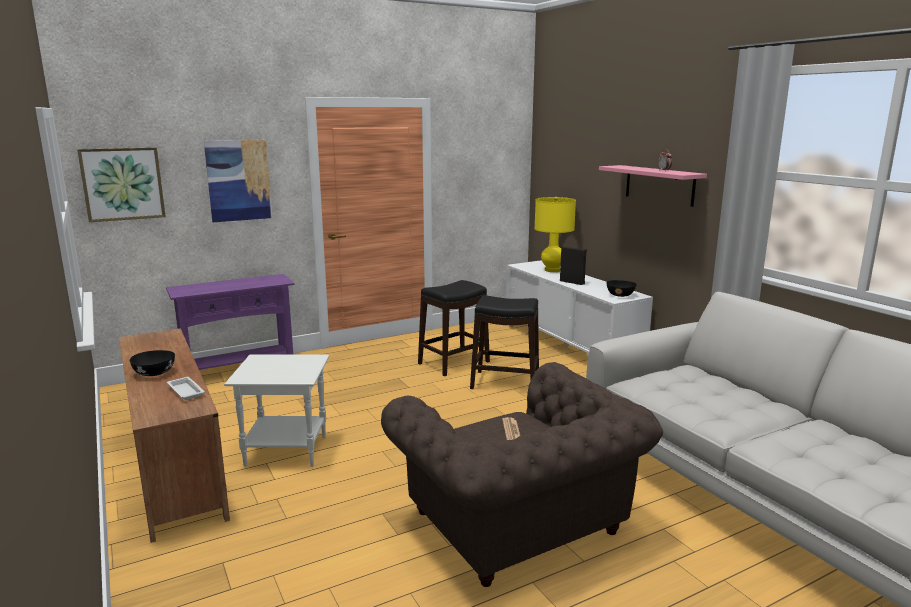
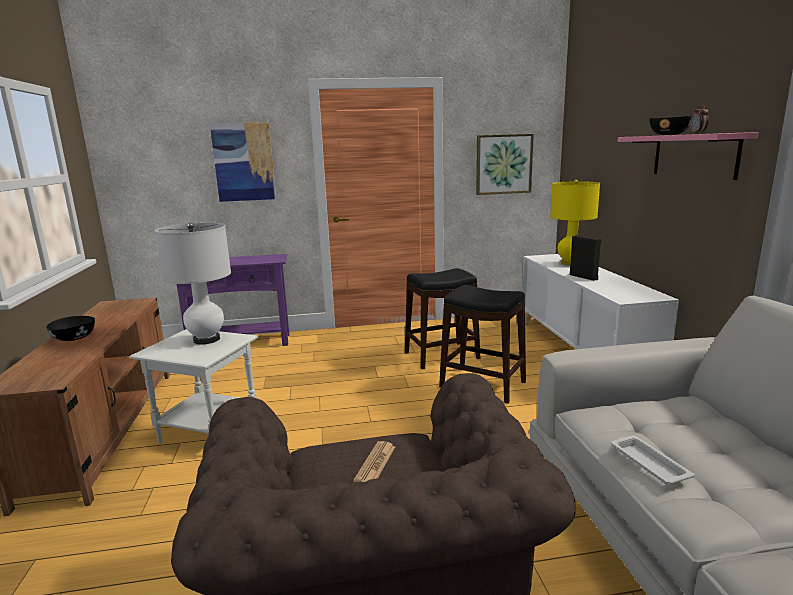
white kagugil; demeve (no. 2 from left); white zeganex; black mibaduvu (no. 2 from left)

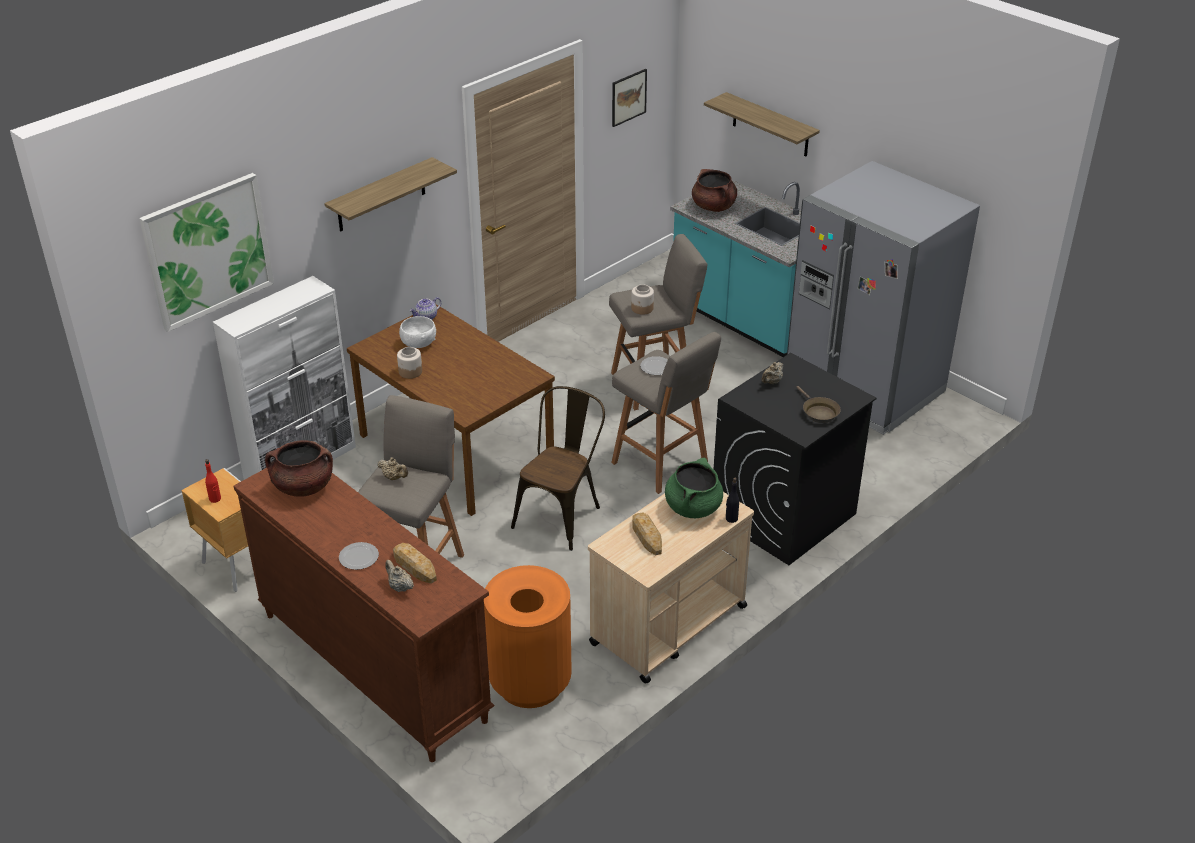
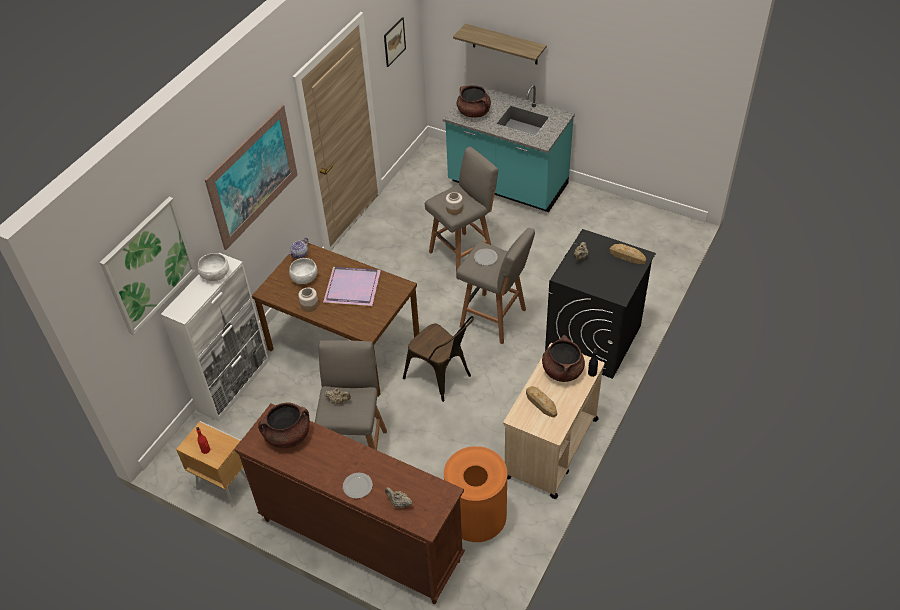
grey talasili; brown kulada; white mibaduvu (no. 1 from left); purple zeganex; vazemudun (no. 2 from left); demeve (no. 2 from left); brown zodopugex (no. 3 from left); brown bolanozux

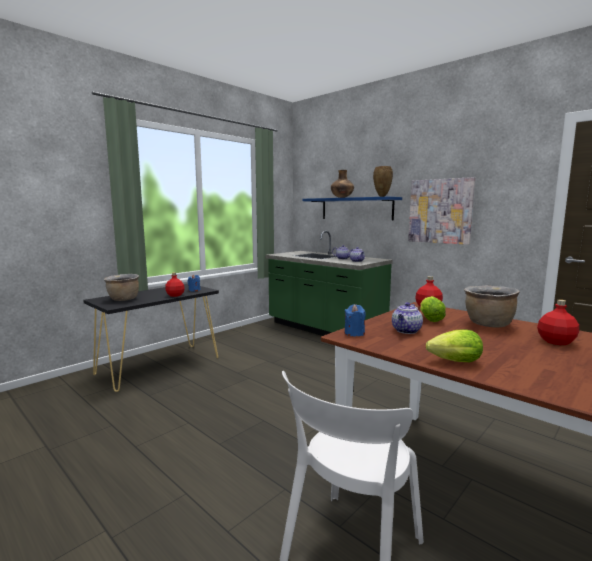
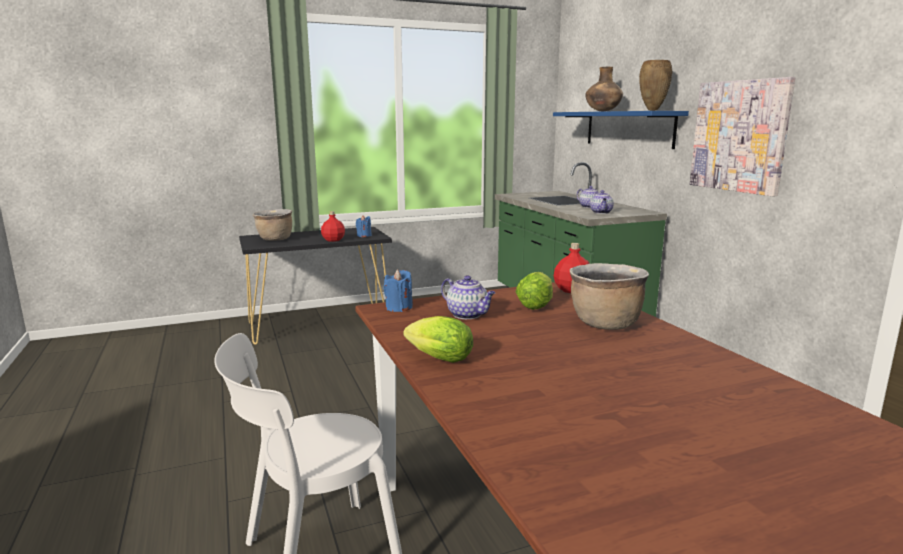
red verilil (no. 3 from left in the first image); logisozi (no. 1 from left)

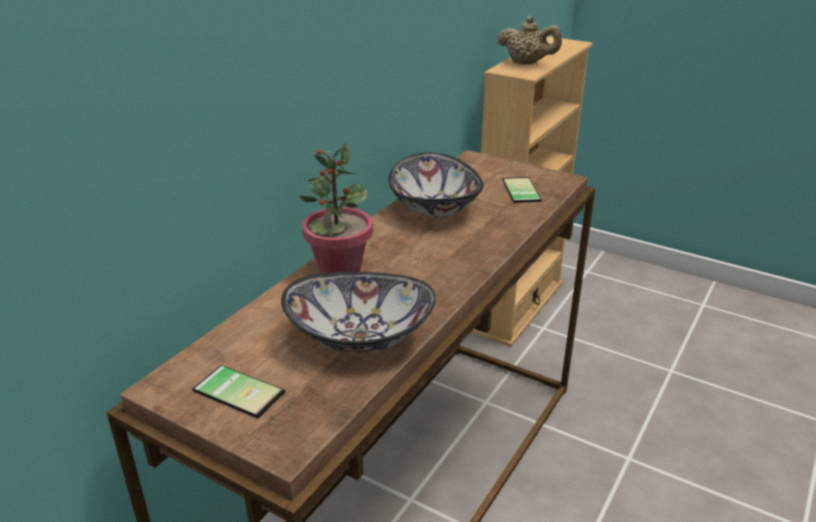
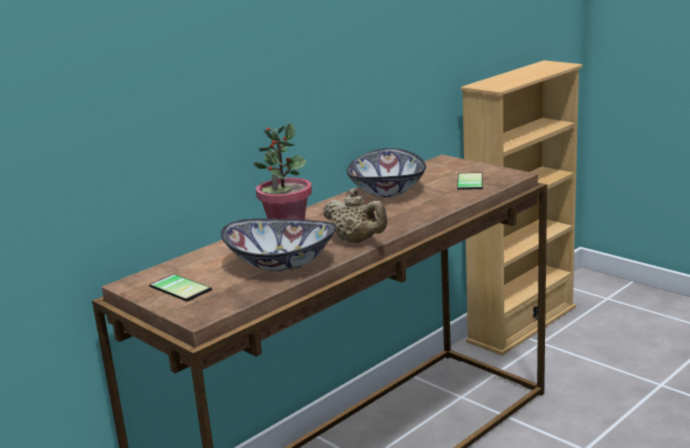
beige logisozi

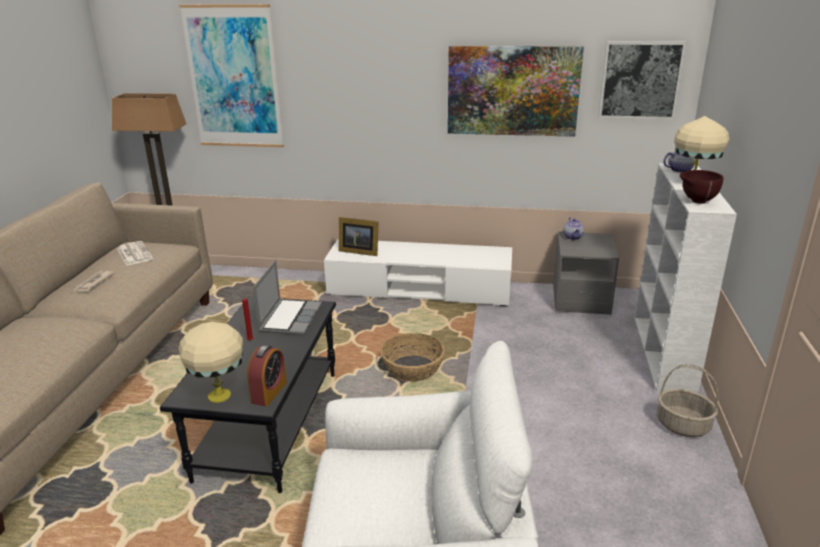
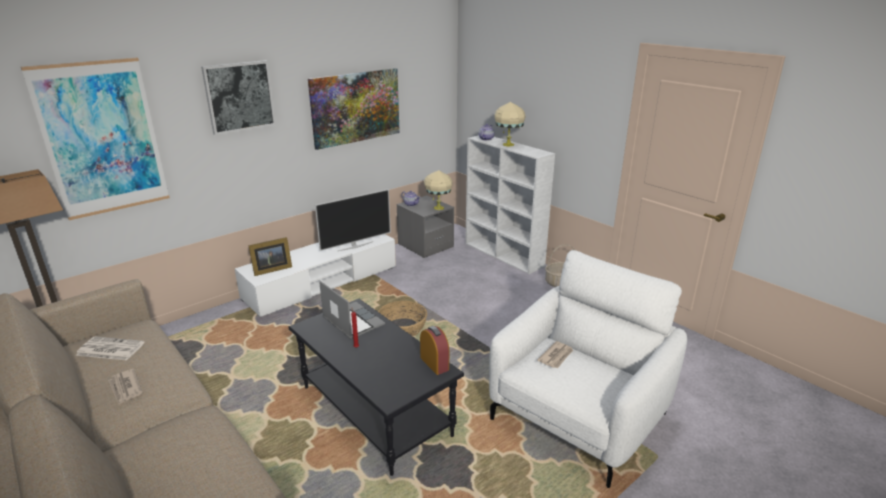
brown mibaduvu; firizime; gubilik (no. 3 from left); beige kagugil (no. 1 from left); demeve (no. 2 from left)

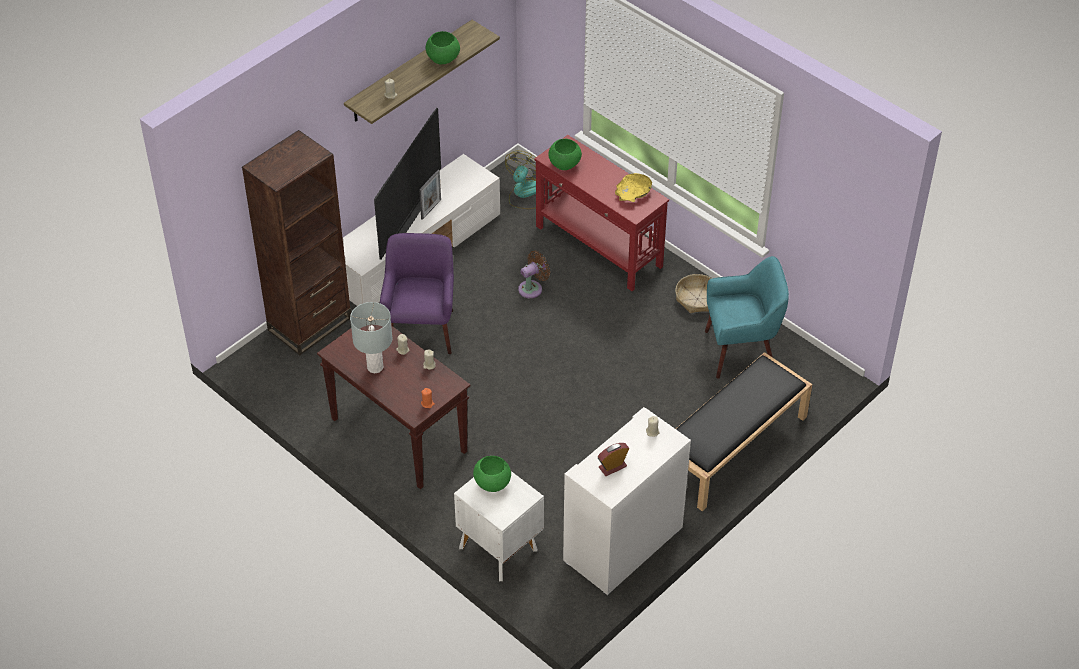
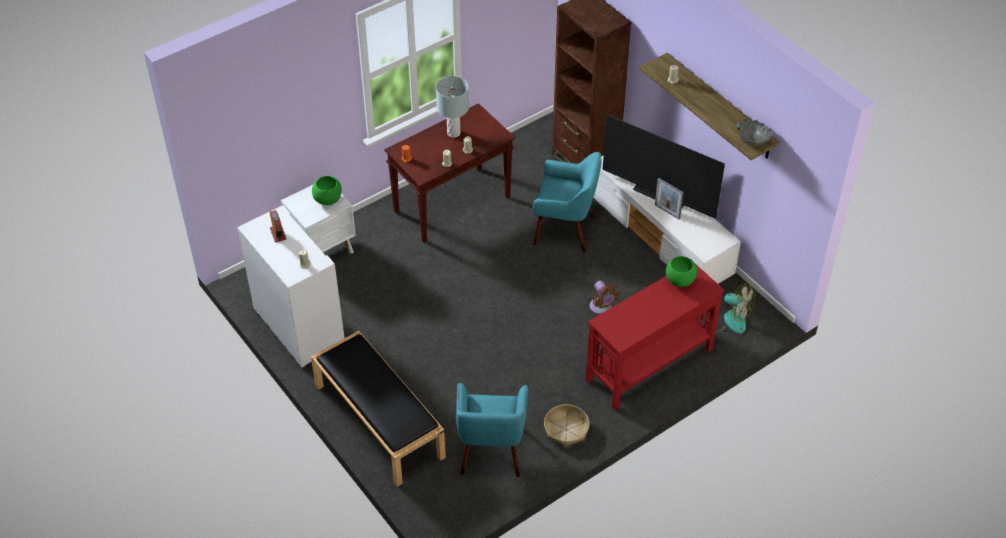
green mibaduvu (no. 1 from left in the first image); yellow mibaduvu; grey mibaduvu; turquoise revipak (no. 2 from left)

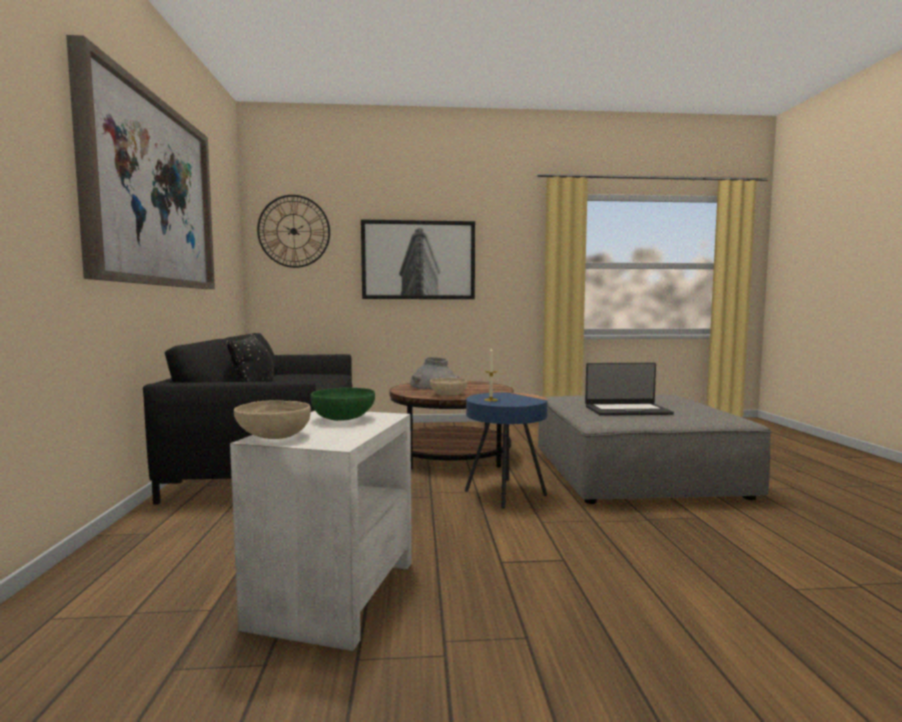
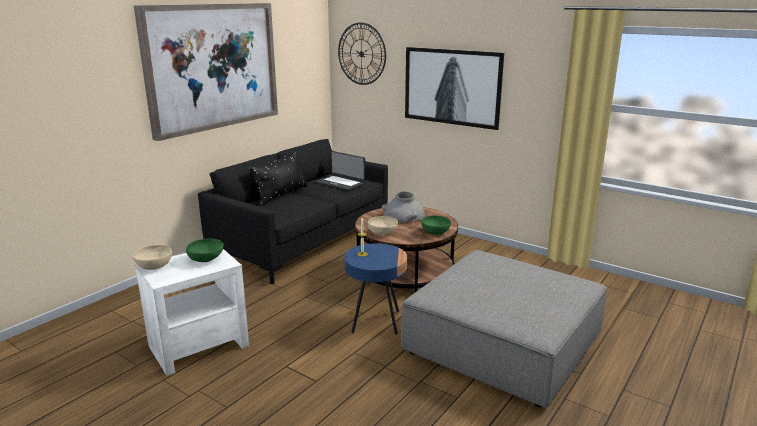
green mibaduvu (no. 2 from left); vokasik

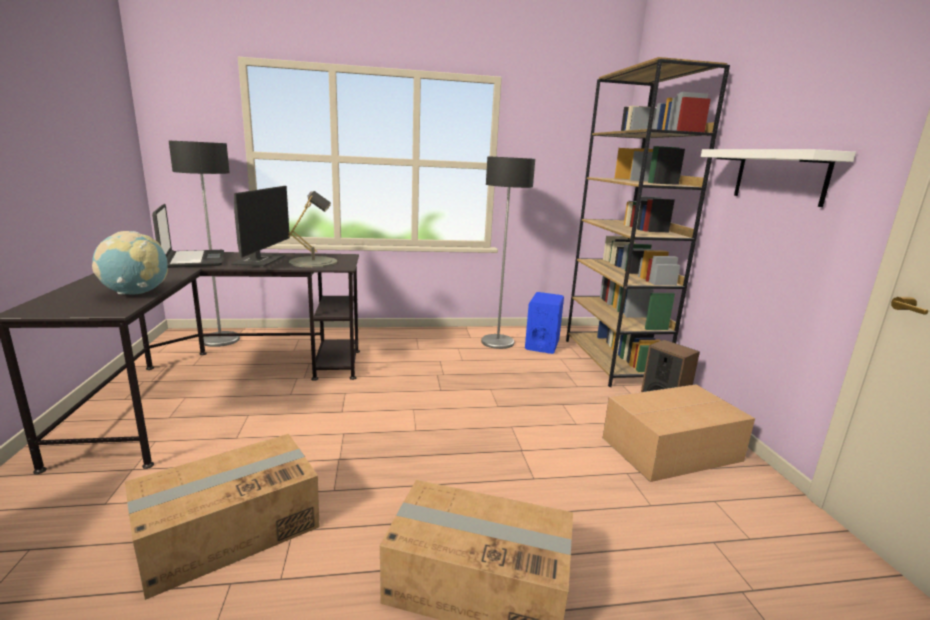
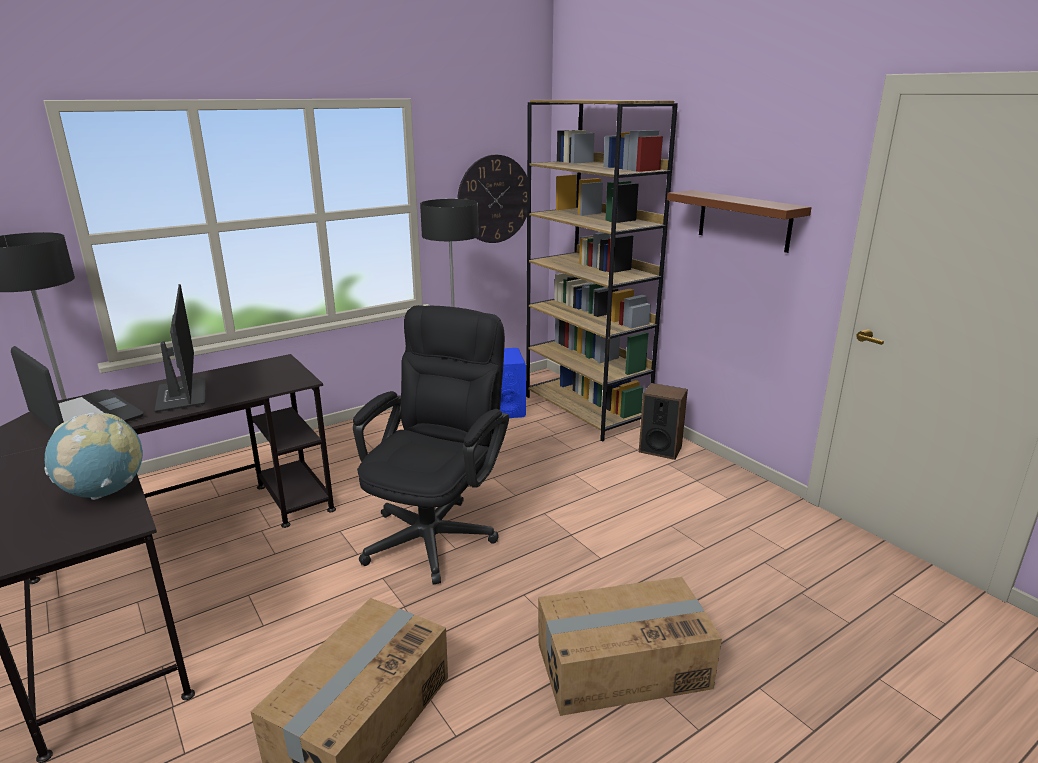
grey kagugil; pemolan (no. 3 from left in the first image); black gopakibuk; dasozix; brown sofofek

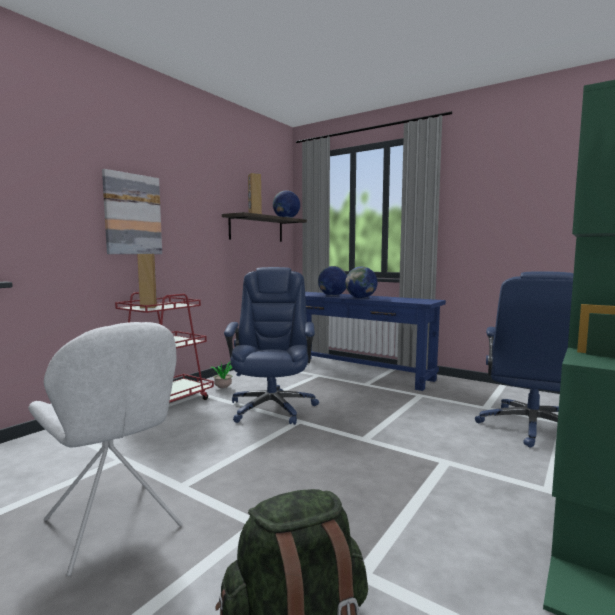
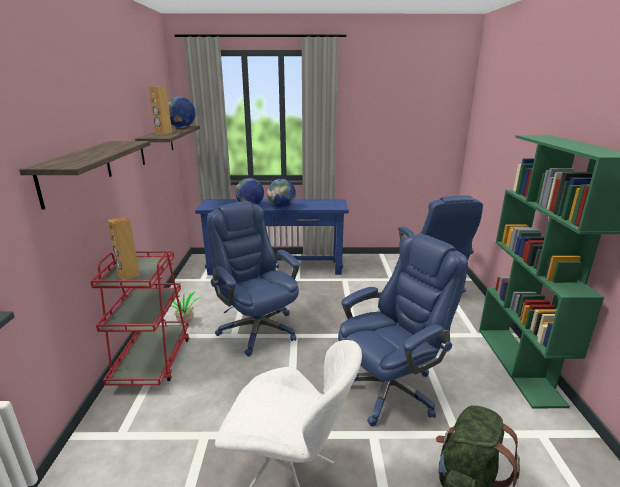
blue gopakibuk (no. 2 from left); sofofek (no. 1 from left)

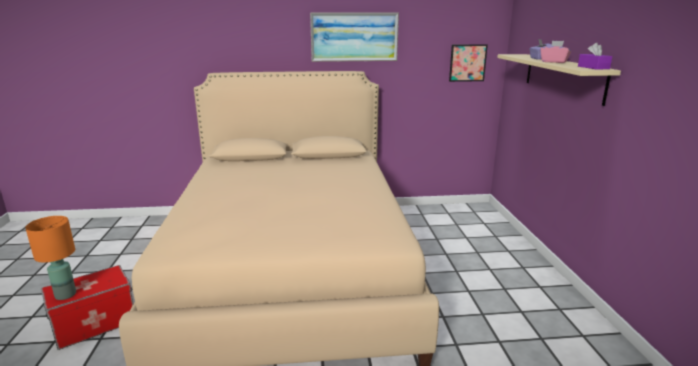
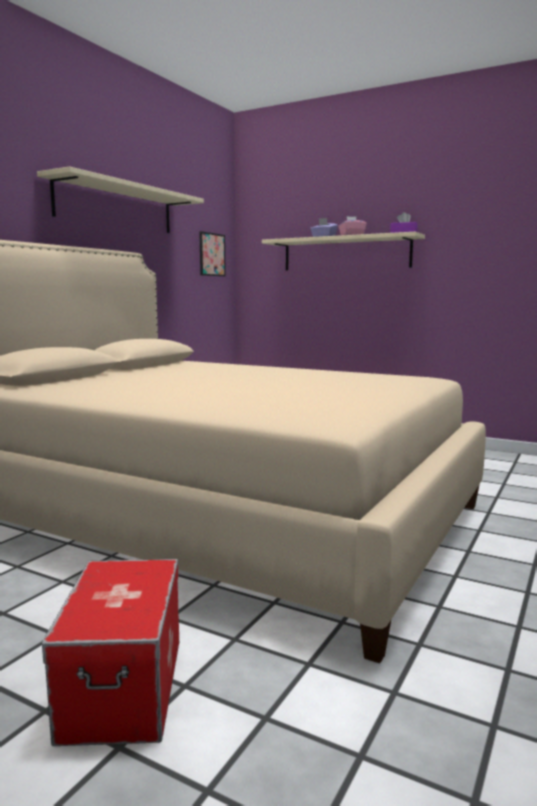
orange kagugil; beige sofofek (no. 1 from left)

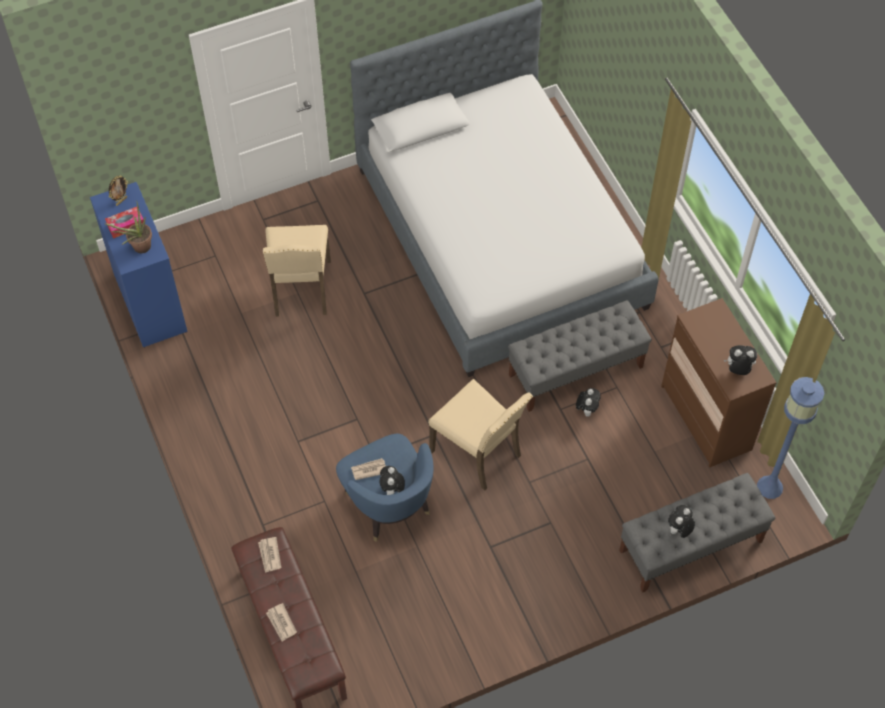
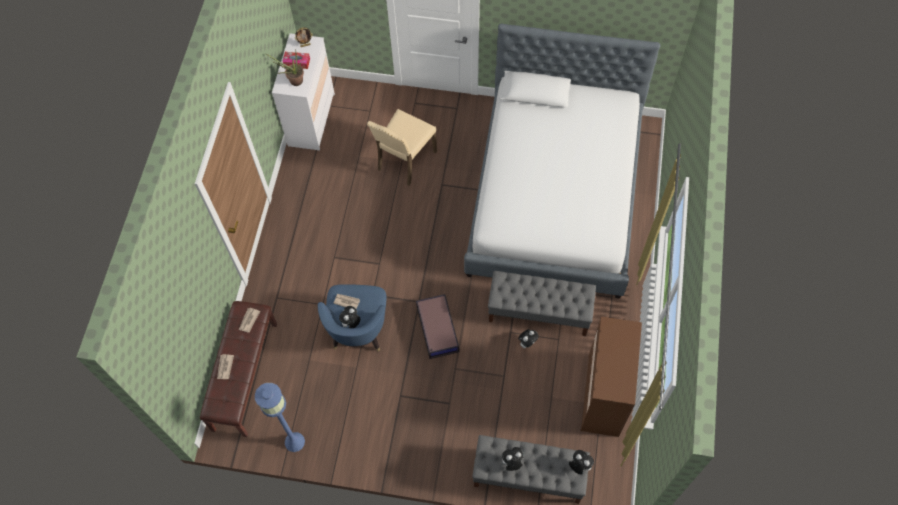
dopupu (no. 4 from left); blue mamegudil; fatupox; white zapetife

